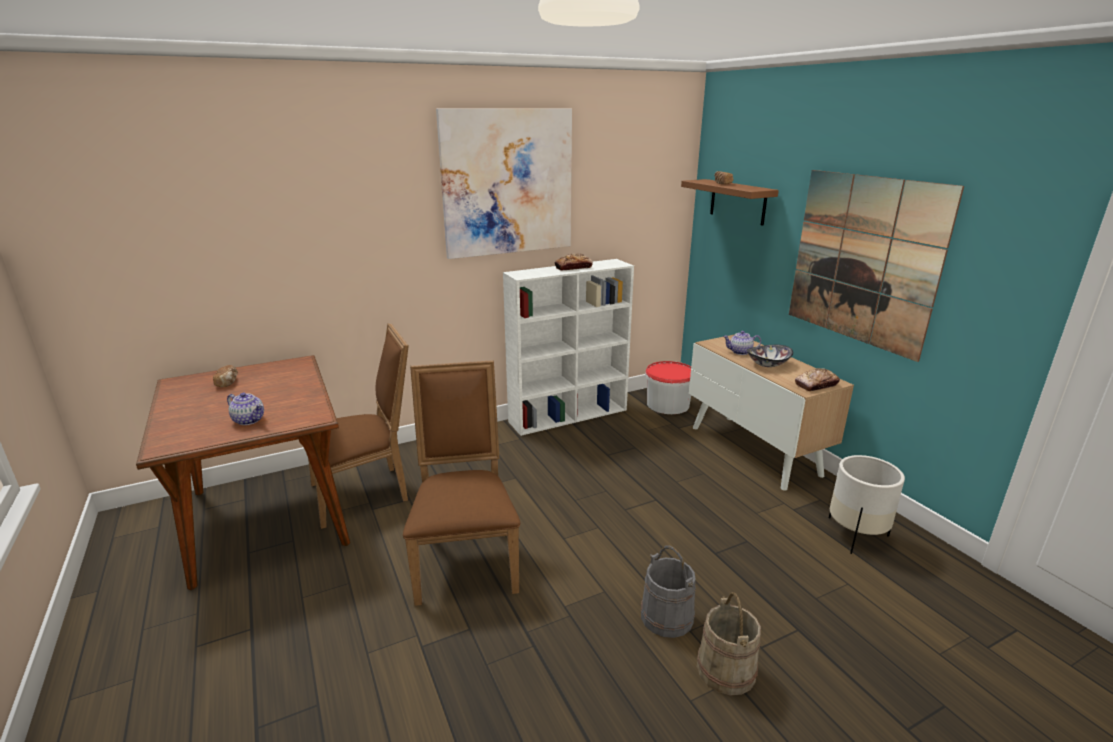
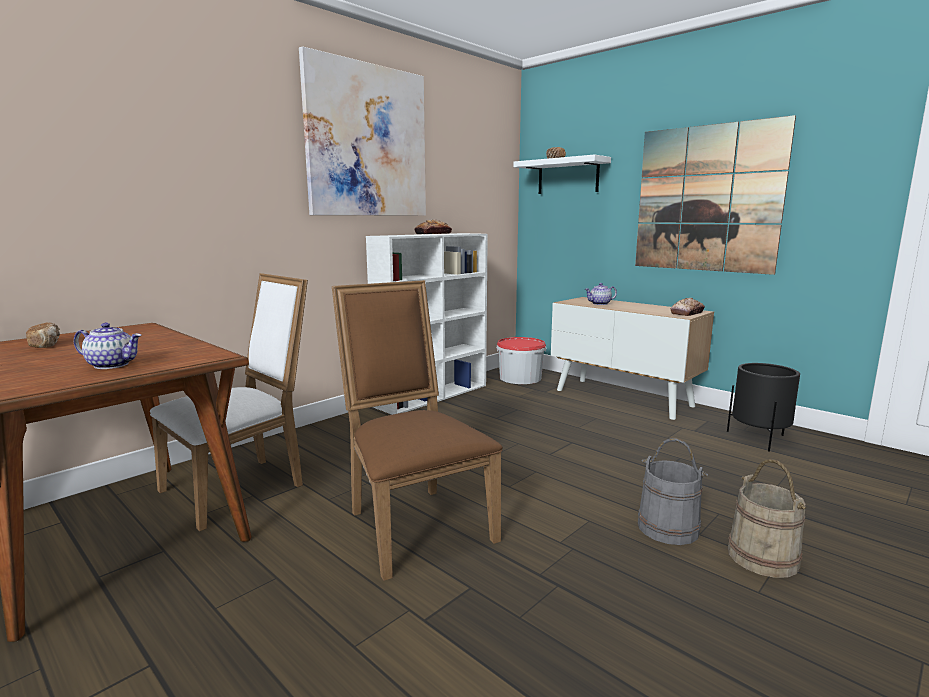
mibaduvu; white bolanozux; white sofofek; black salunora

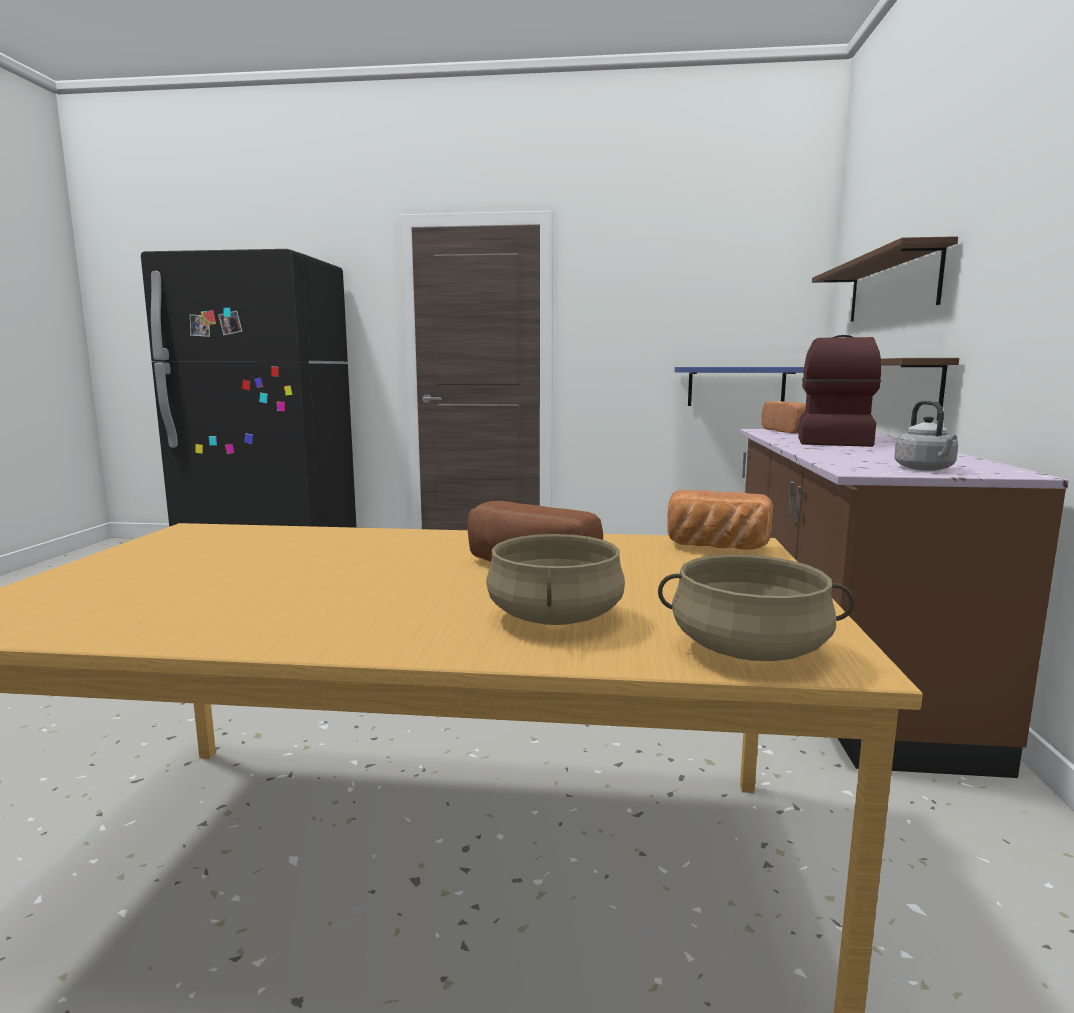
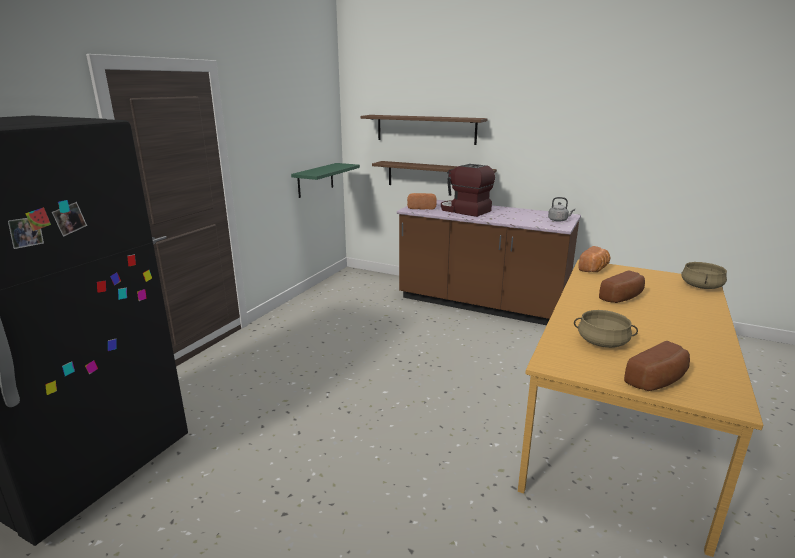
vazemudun (no. 4 from left); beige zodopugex (no. 1 from left); green sofofek

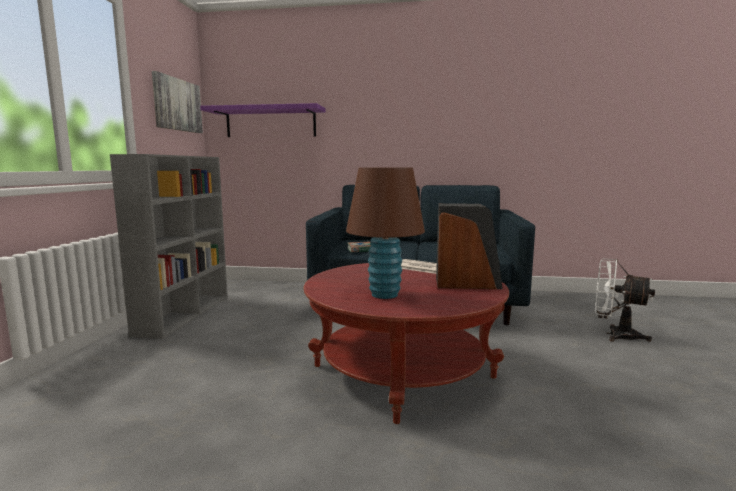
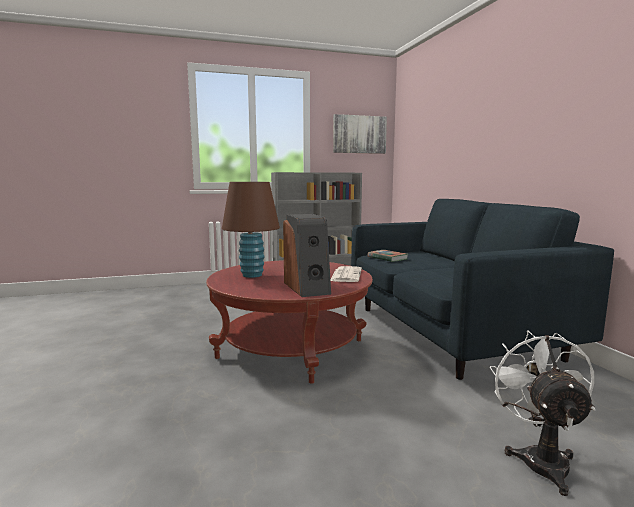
purple sofofek

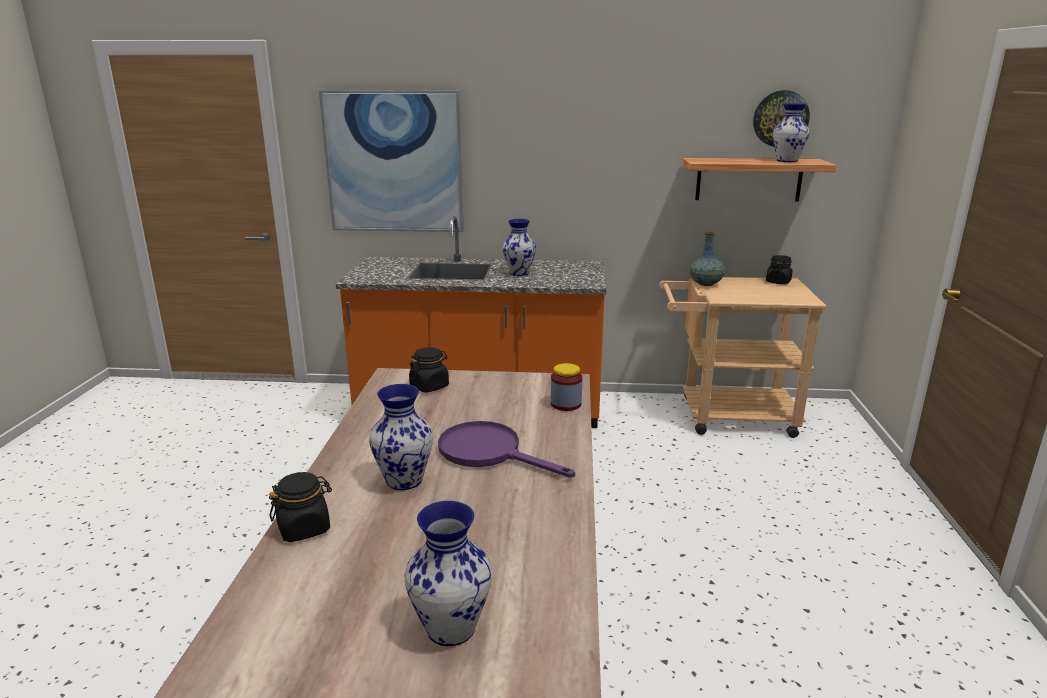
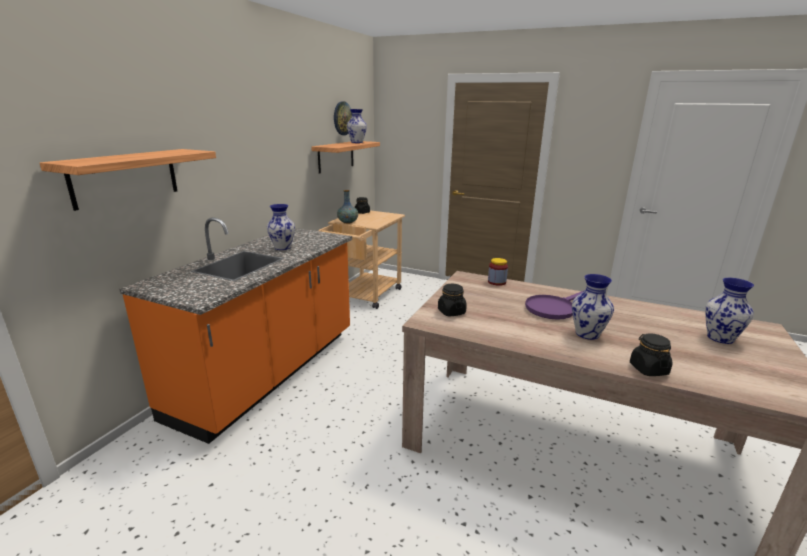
sofofek (no. 1 from left)

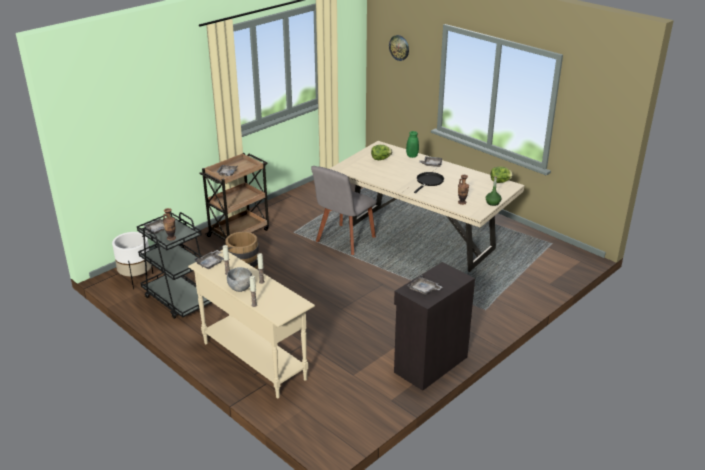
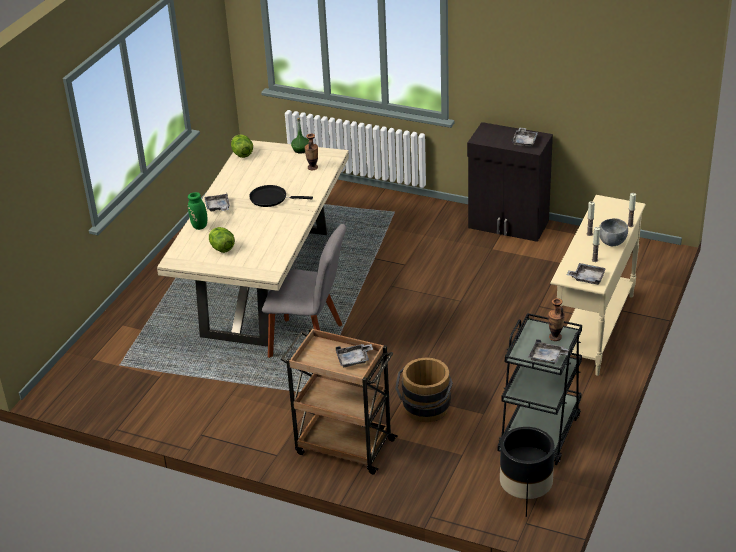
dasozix; black salunora

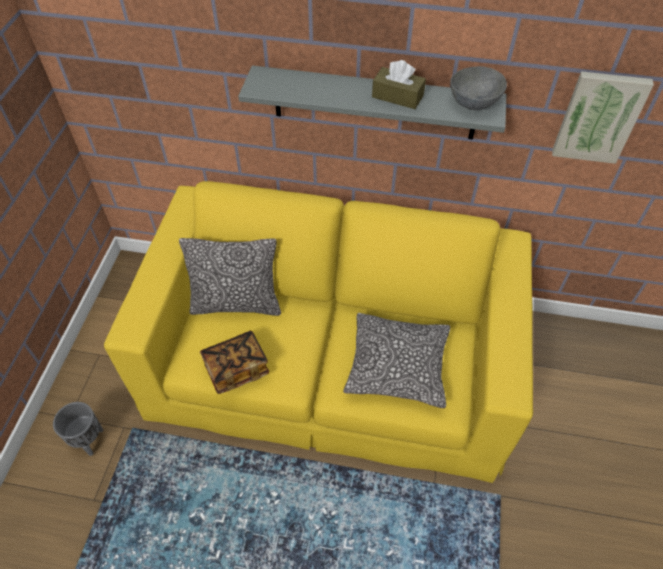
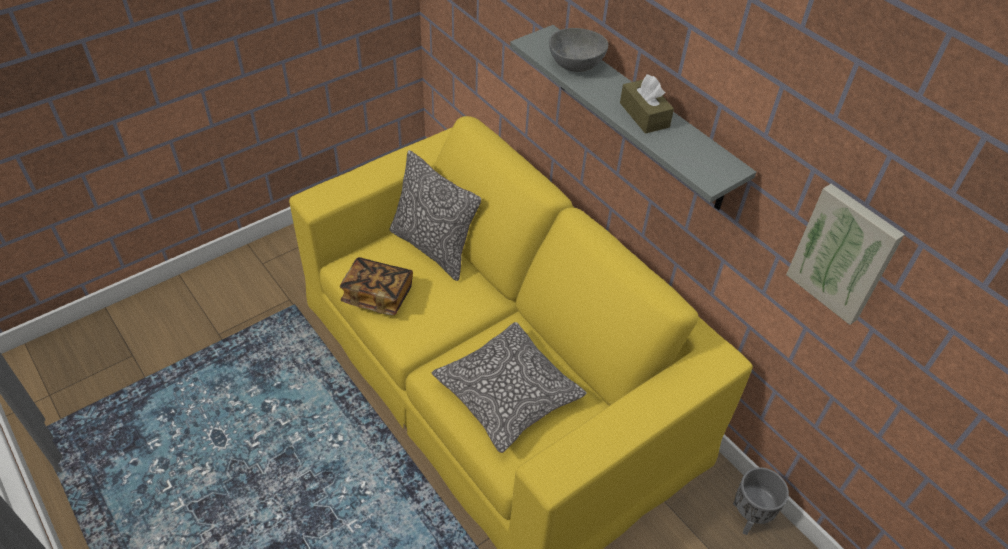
grey salunora; grey mibaduvu

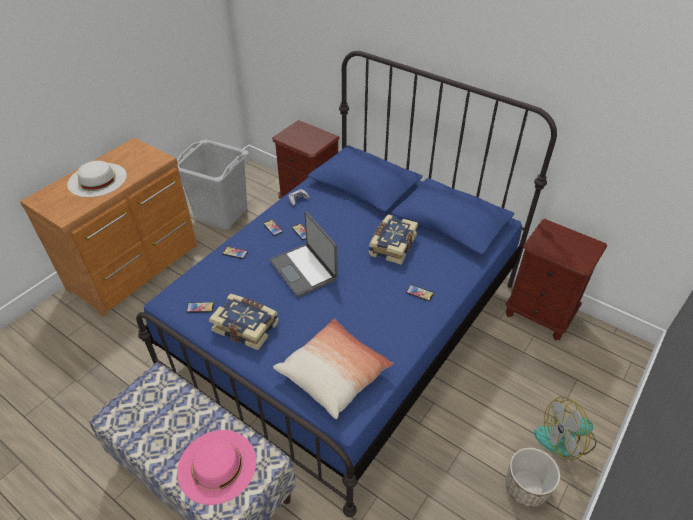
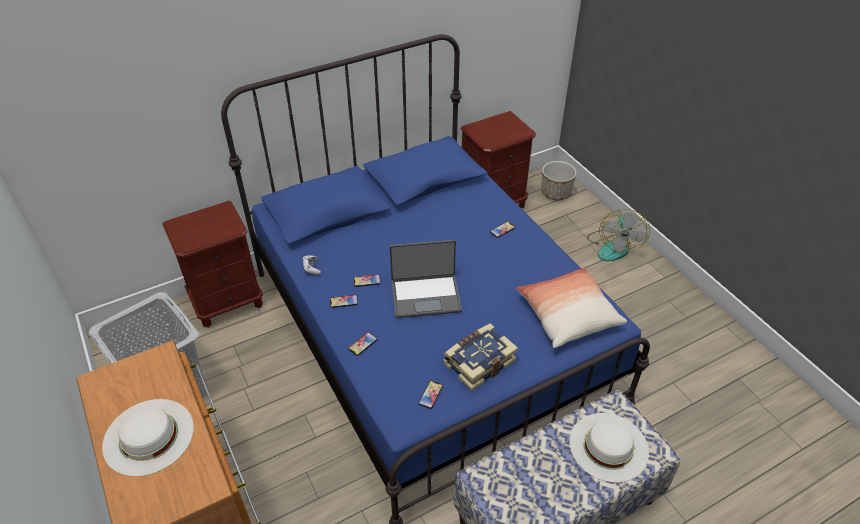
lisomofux (no. 2 from left in the first image); salunora; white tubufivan (no. 2 from left)

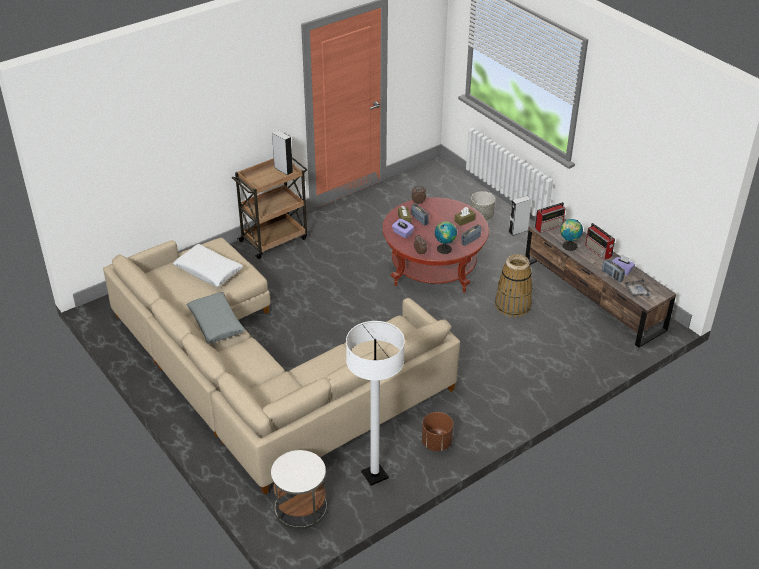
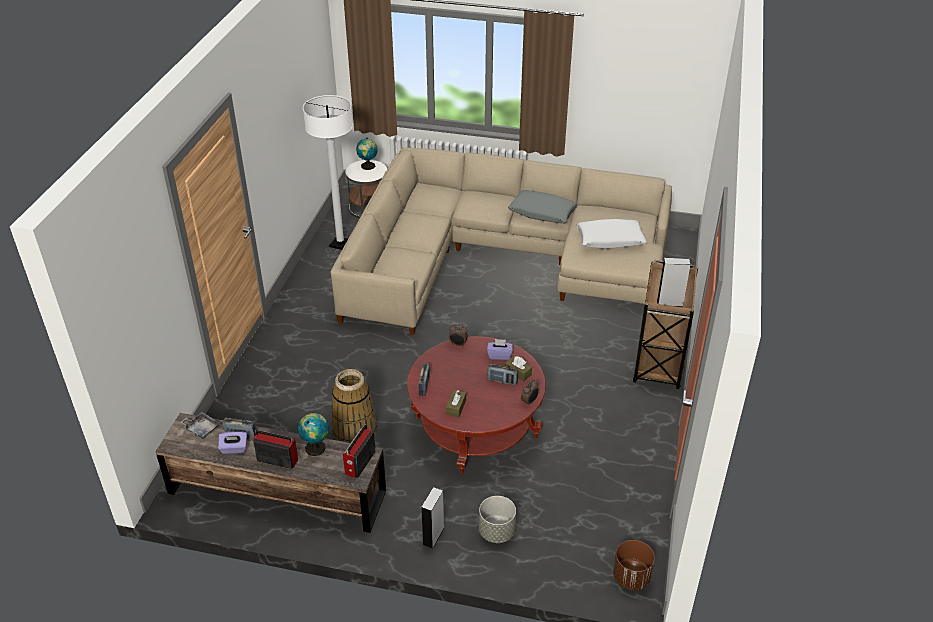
brown salunora; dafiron (no. 2 from left)

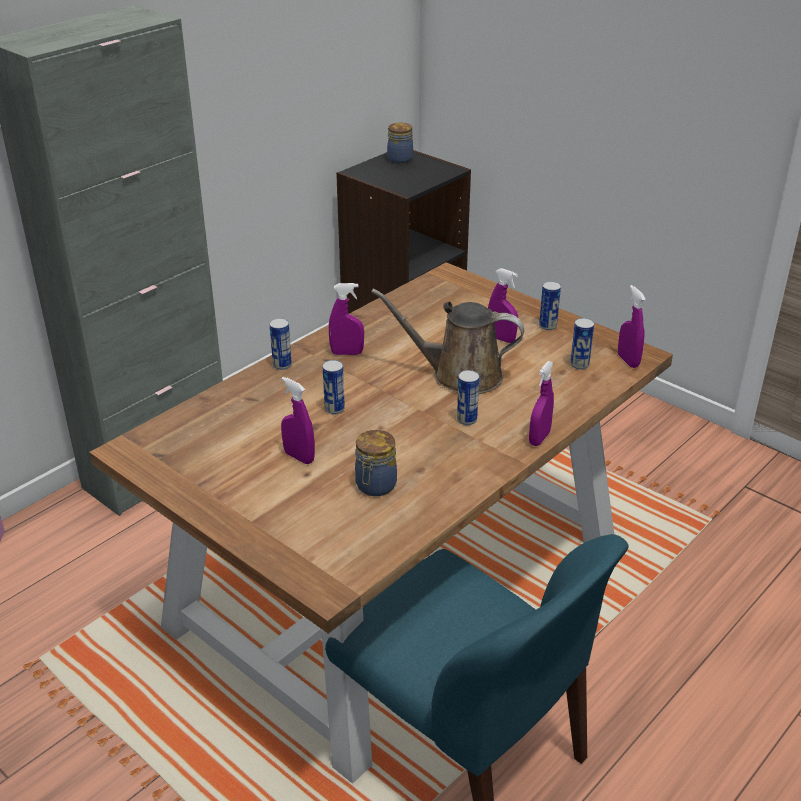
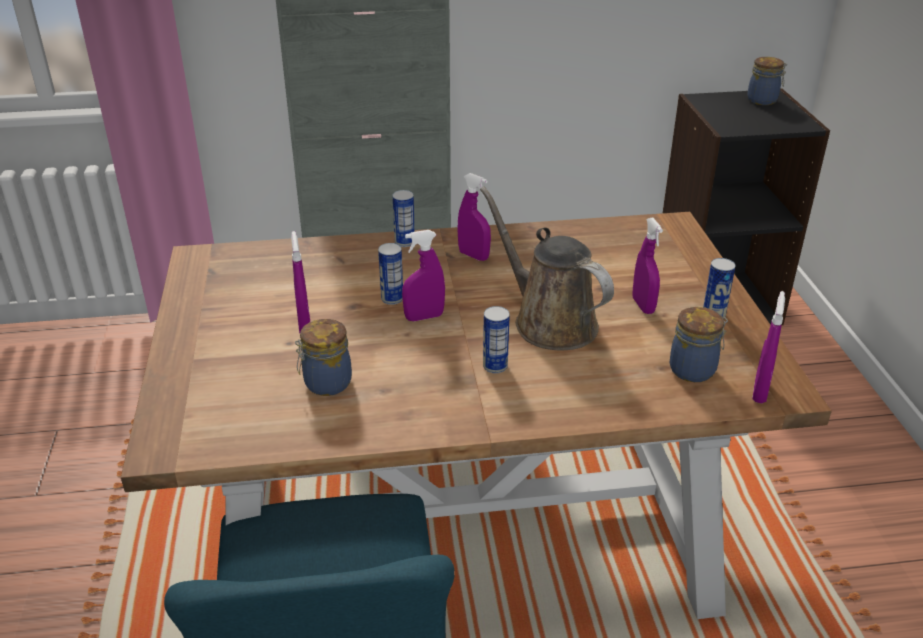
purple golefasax (no. 2 from left); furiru (no. 2 from left)

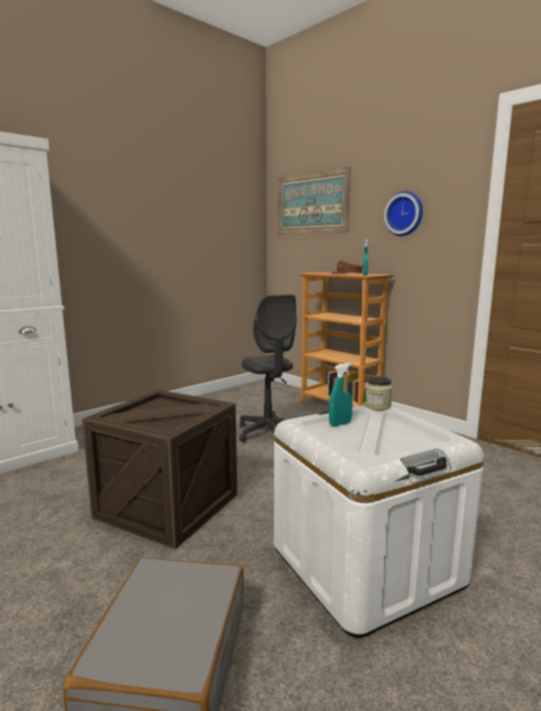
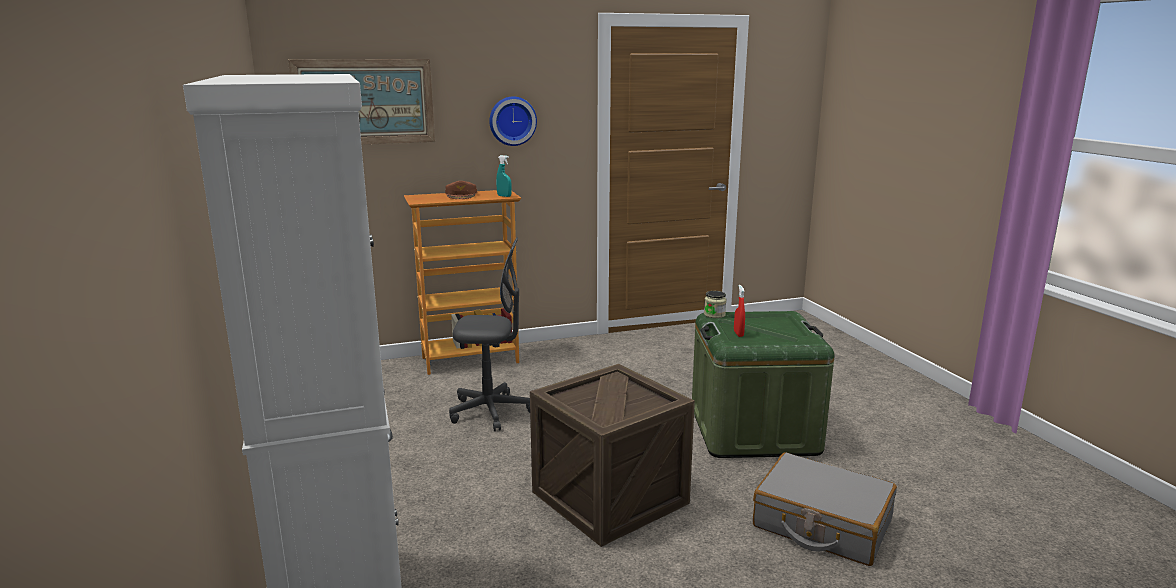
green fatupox; red golefasax

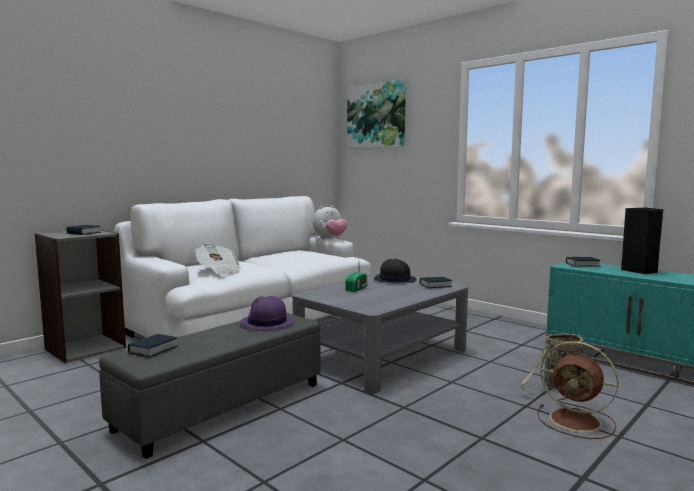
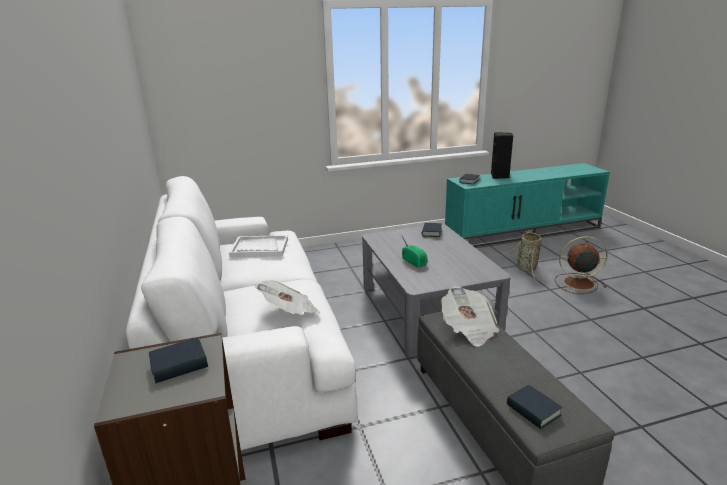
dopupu; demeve; black tubufivan; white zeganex; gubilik (no. 2 from left); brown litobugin

